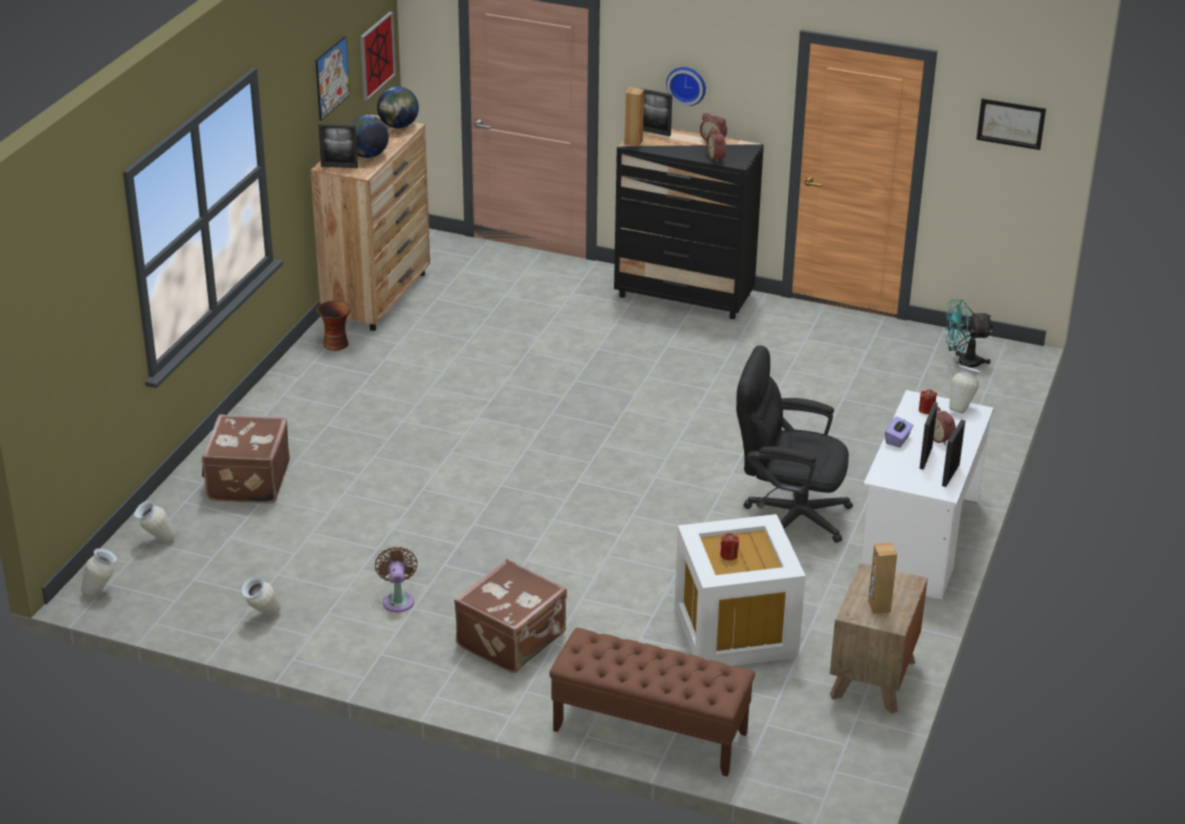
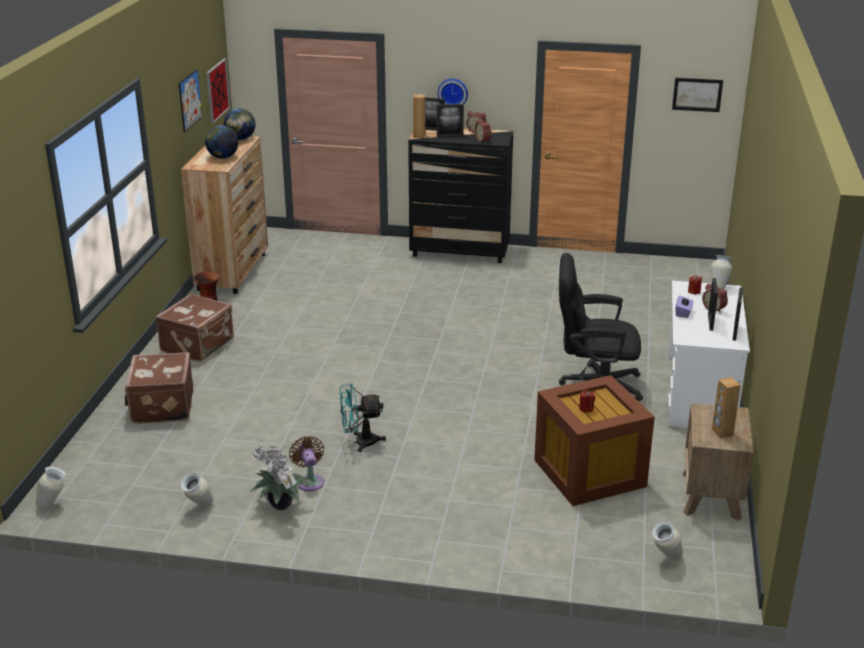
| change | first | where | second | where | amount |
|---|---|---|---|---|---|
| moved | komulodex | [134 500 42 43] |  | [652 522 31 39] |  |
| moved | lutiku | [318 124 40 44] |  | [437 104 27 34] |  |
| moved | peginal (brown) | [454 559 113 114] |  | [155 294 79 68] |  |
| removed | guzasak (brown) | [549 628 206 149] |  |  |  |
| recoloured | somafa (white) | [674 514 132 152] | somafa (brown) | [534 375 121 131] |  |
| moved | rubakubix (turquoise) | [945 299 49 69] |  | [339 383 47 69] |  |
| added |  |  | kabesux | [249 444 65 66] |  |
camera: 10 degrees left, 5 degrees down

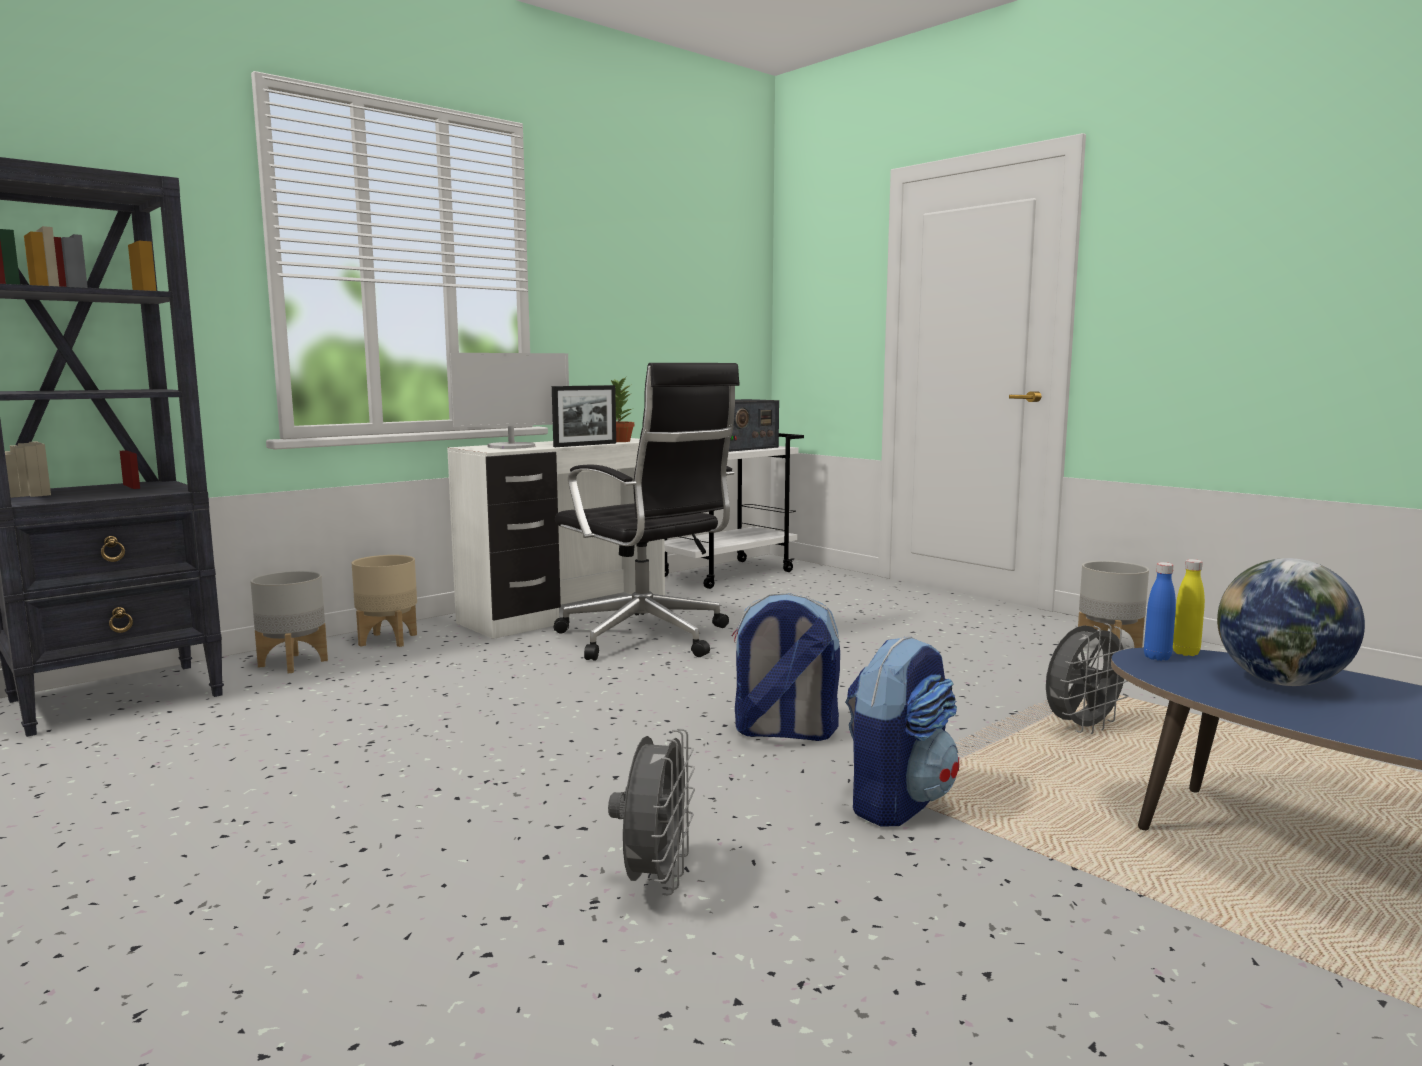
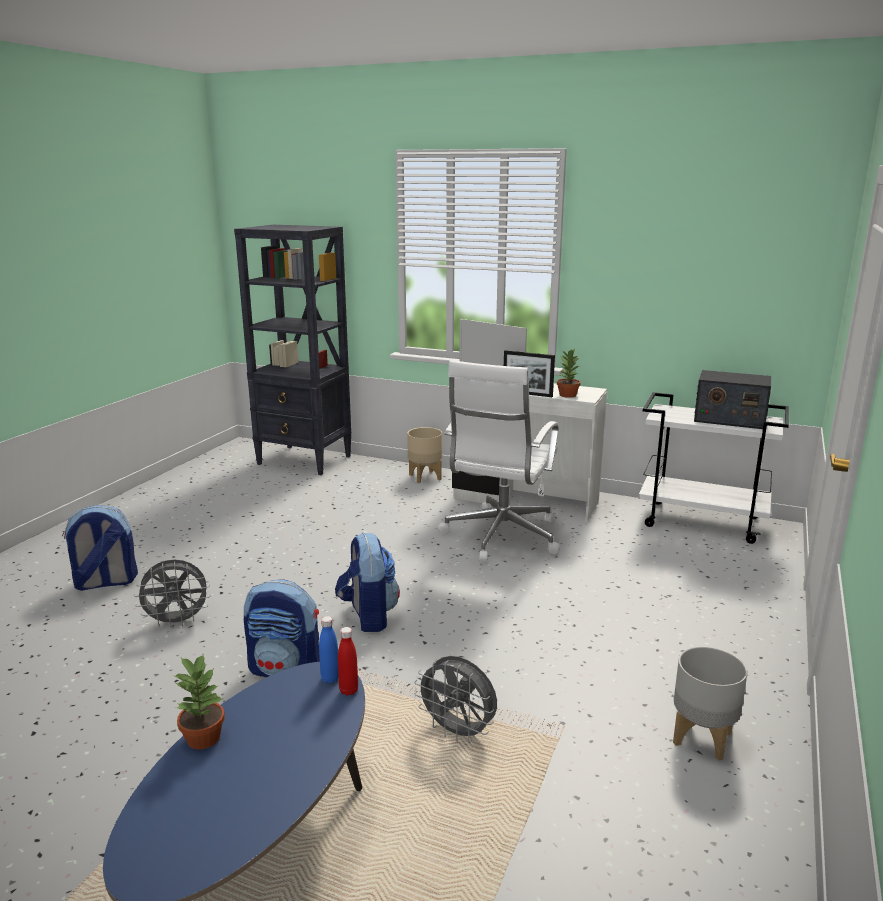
| change | first | where | second | where | amount |
|---|---|---|---|---|---|
| removed | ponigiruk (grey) | [250 571 78 102] |  |  |  |
| recoloured | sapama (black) | [554 363 186 298] | sapama (white) | [438 360 122 202] |  |
| recoloured | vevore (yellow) | [1173 559 32 97] | vevore (red) | [338 627 20 69] |  |
| removed | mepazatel | [1217 558 148 128] |  |  |  |
| added |  |  | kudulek | [62 505 76 86] |  |
| added |  |  | kabesux | [174 653 51 97] |  |
camera: 65 degrees right, 10 degrees up

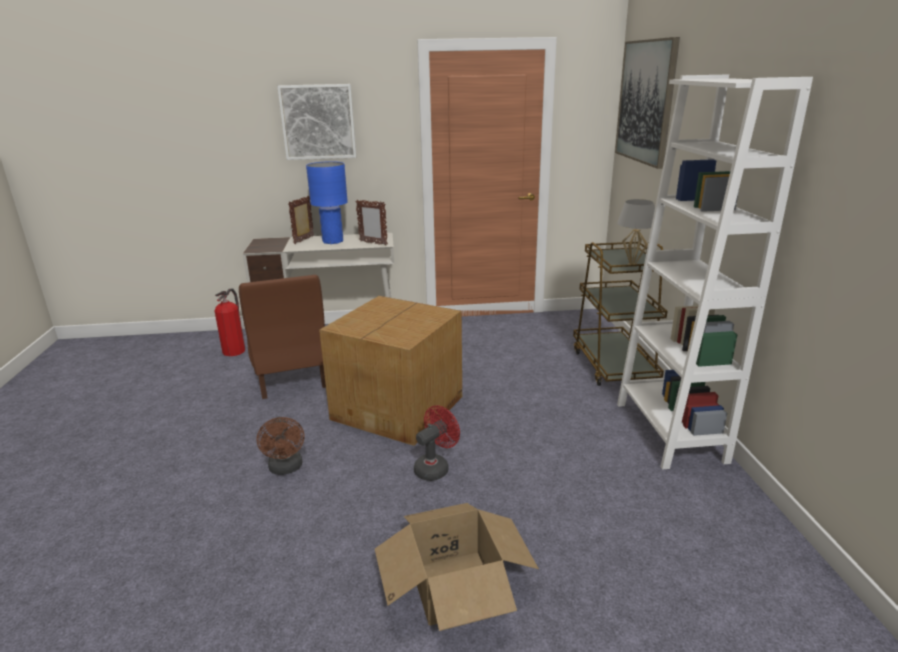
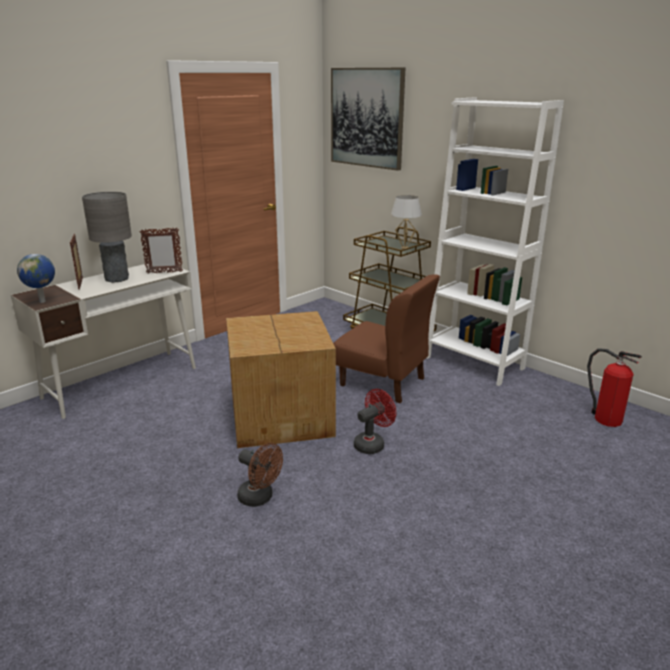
| change | first | where | second | where | amount |
|---|---|---|---|---|---|
| moved | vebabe | [215 288 30 68] |  | [587 348 55 79] |  |
| moved | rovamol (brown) | [239 275 87 124] |  | [333 274 107 129] |  |
| removed | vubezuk | [277 84 79 76] |  |  |  |
| recoloured | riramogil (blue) | [306 161 42 83] | riramogil (grey) | [82 192 50 91] |  |
| removed | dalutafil | [375 503 164 128] |  |  |  |
| turned | rubakubix (red) | [414 405 46 76] |  | [354 389 42 65] | 45 degrees clockwise |
| added |  |  | mepazatel | [17 254 38 49] |  |
camera: 40 degrees left, 0 degrees up

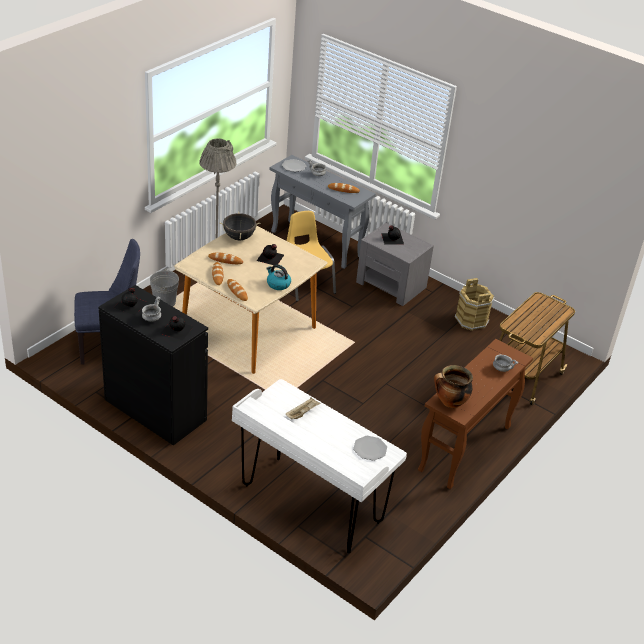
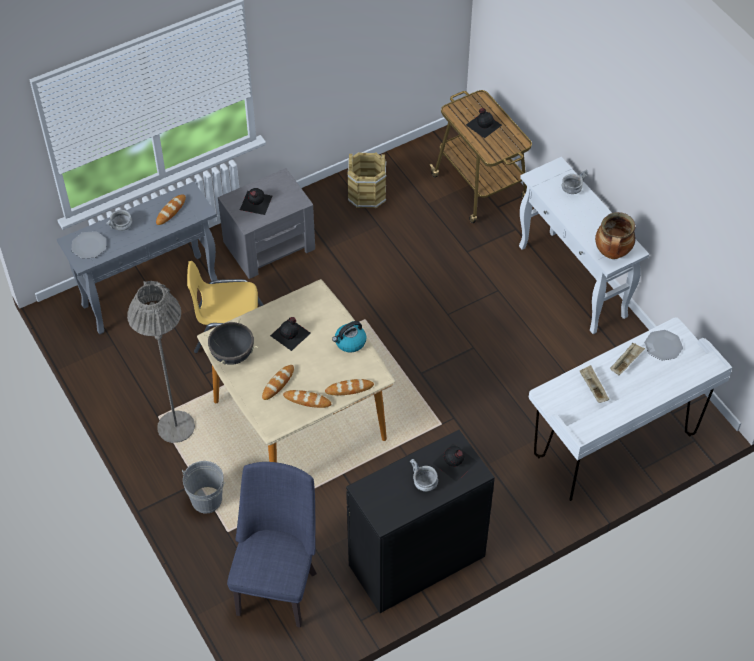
| change | first | where | second | where | amount |
|---|---|---|---|---|---|
| moved | vevore (black) | [114 288 33 27] |  | [466 108 36 30] |  |
| recoloured | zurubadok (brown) | [418 339 115 150] | zurubadok (white) | [519 157 130 177] |  |
| added |  |  | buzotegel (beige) | [610 342 35 33] |  |
camera: 65 degrees left, 15 degrees up

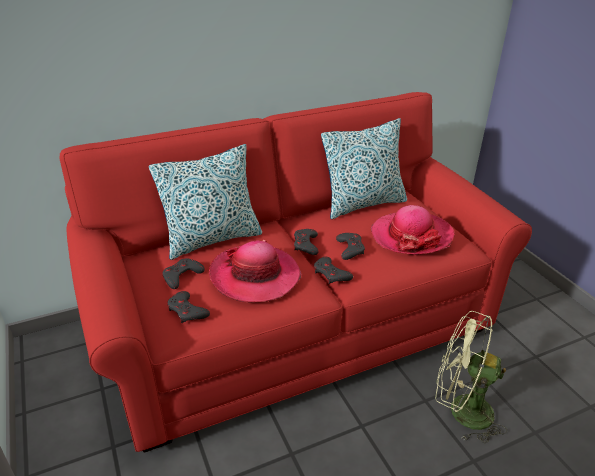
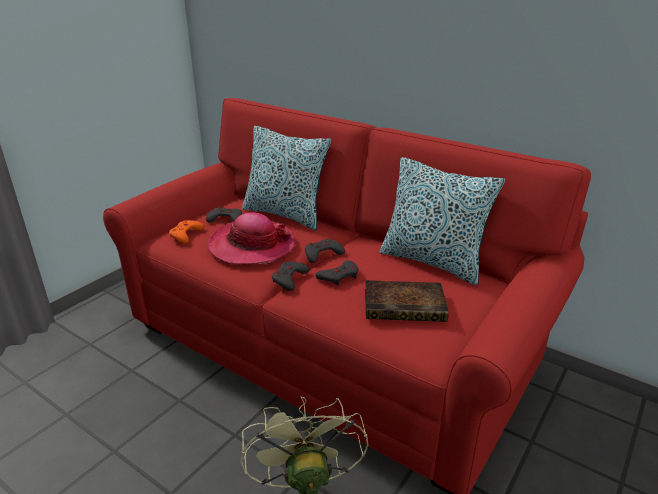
| change | first | where | second | where | amount |
|---|---|---|---|---|---|
| recoloured | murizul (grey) | [167 291 43 32] | murizul (orange) | [169 220 36 24] |  |
| replaced | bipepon | [371 205 84 50] | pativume | [365 280 84 42] |  |
camera: 60 degrees right, 5 degrees down

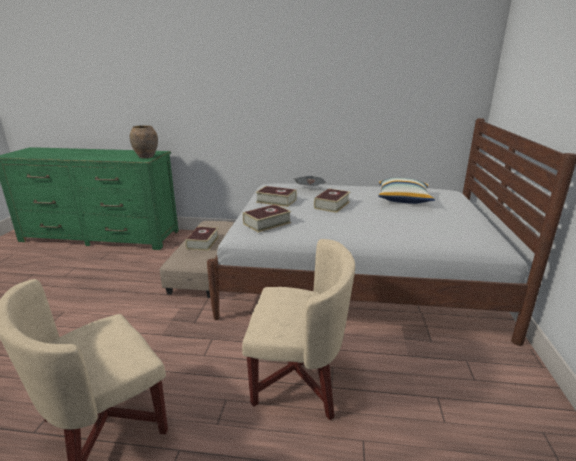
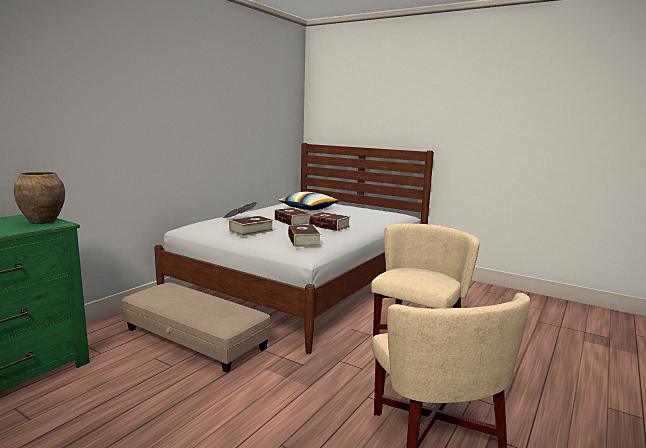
| change | first | where | second | where | amount |
|---|---|---|---|---|---|
| moved | pativume | [185 226 34 25] |  | [309 212 41 19] |  |
camera: 65 degrees left, 10 degrees down

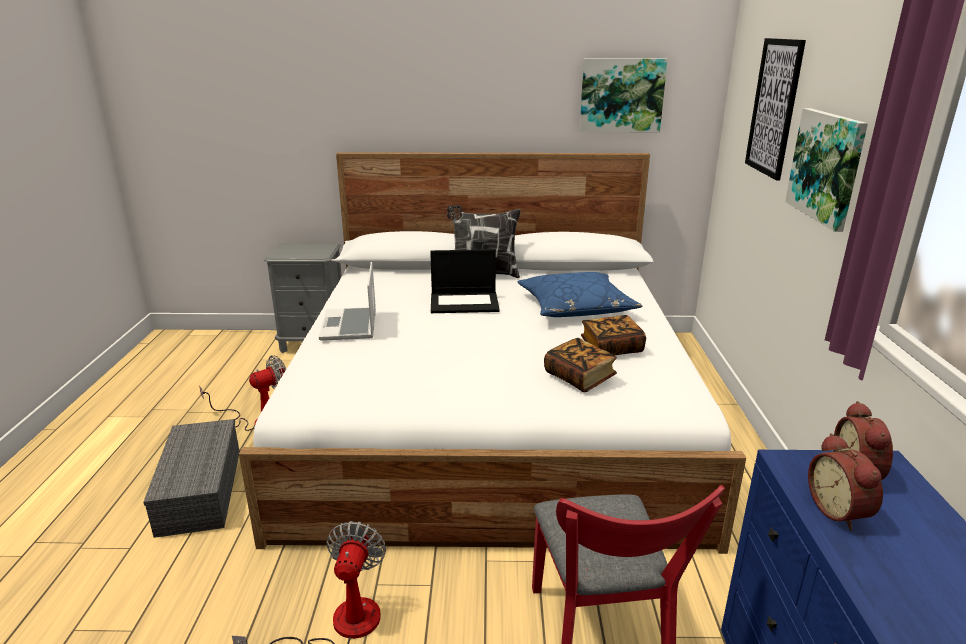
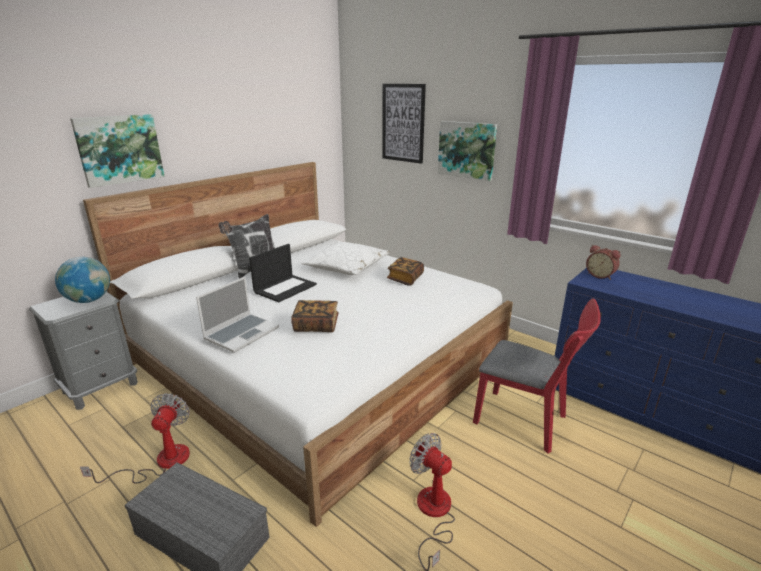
| change | first | where | second | where | amount |
|---|---|---|---|---|---|
| turned | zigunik | [319 262 57 79] |  | [196 277 83 76] | 90 degrees counterclockwise |
| recoloured | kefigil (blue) | [517 272 126 45] | kefigil (white) | [301 242 89 33] |  |
| moved | pativume | [544 338 73 54] |  | [291 300 47 32] |  |
| moved | vubezuk | [580 59 88 73] |  | [70 114 95 74] |  |
| removed | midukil | [808 433 75 97] |  |  |  |
| added |  |  | mepazatel | [55 257 55 46] |  |
camera: 50 degrees left, 0 degrees up

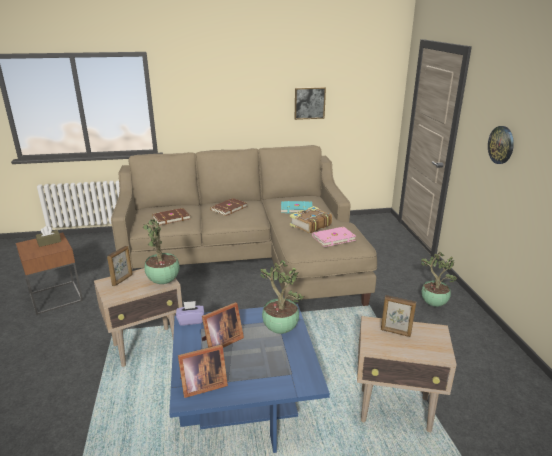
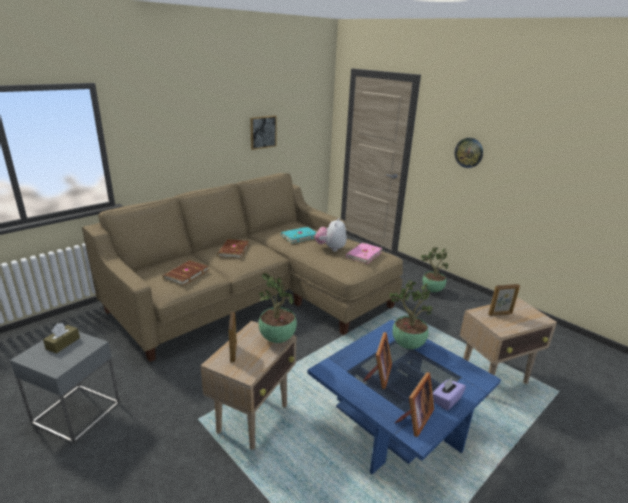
| change | first | where | second | where | amount |
|---|---|---|---|---|---|
| recoloured | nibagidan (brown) | [16 232 67 83] | nibagidan (grey) | [10 332 110 111] |  |
| moved | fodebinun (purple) | [176 301 28 25] |  | [433 378 33 33] |  |
| replaced | pativume | [290 206 42 27] | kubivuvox | [315 218 31 34] |  |
camera: 35 degrees left, 0 degrees up

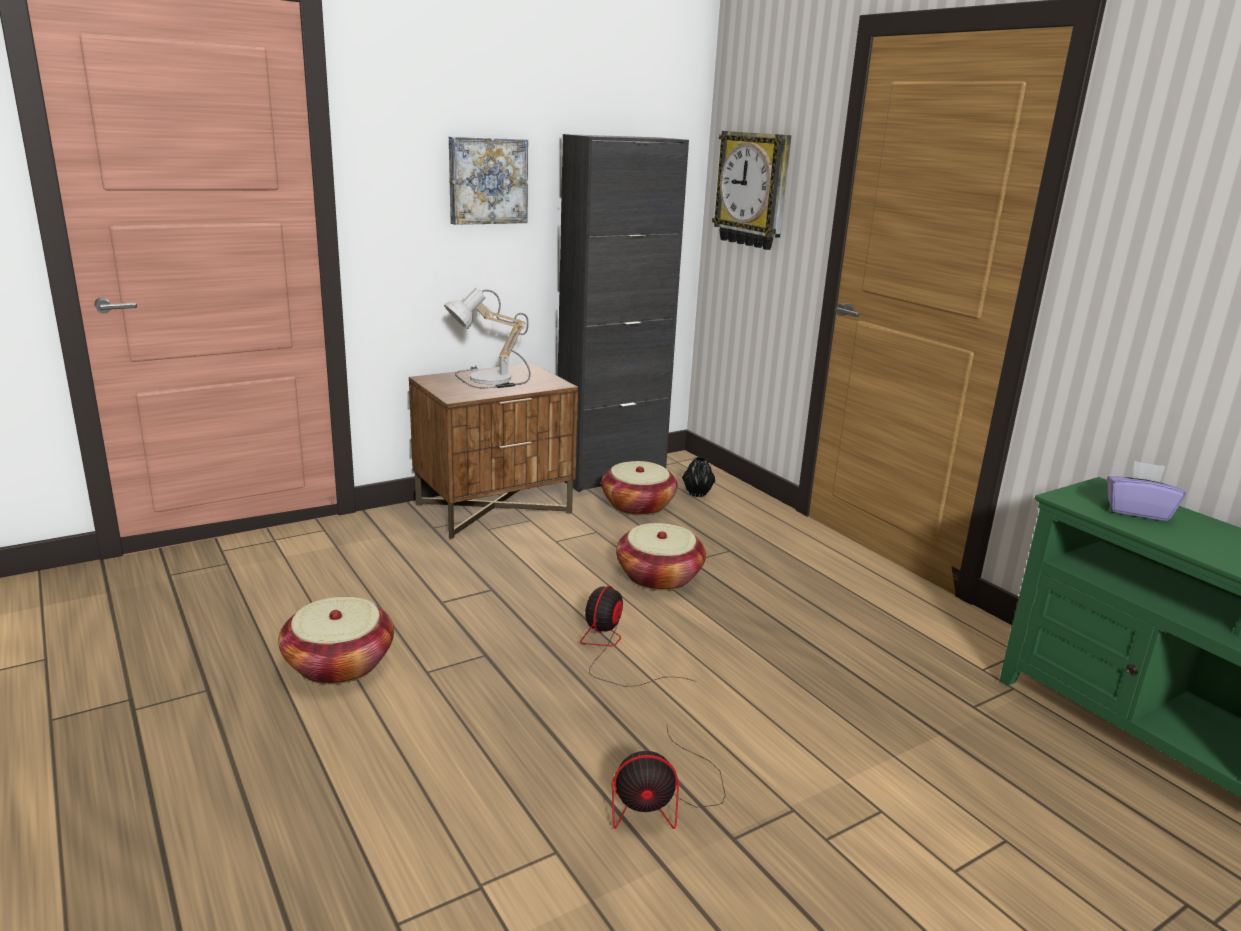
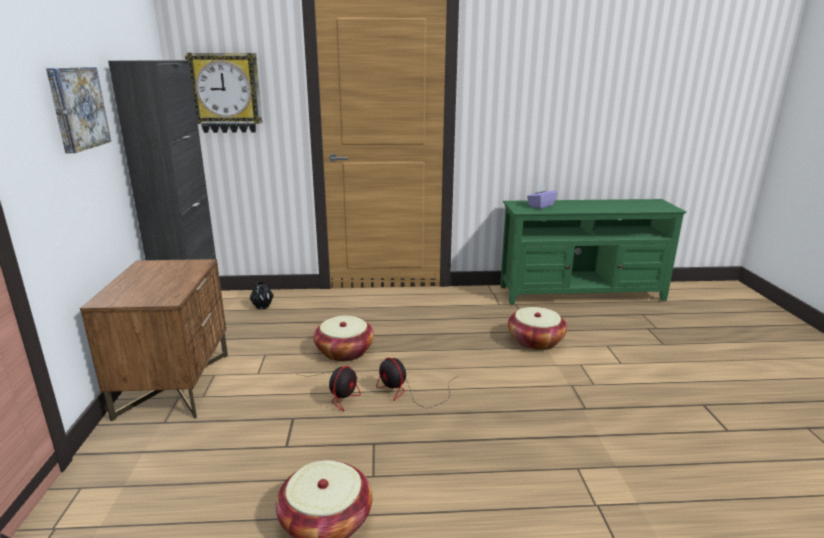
| change | first | where | second | where | amount |
|---|---|---|---|---|---|
| removed | riramogil | [444 288 87 100] |  |  |  |
| moved | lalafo | [601 461 77 55] |  | [508 307 59 43] |  |
| moved | rubakubix | [612 727 114 102] |  | [298 366 63 45] |  |
camera: 60 degrees left, 0 degrees up

